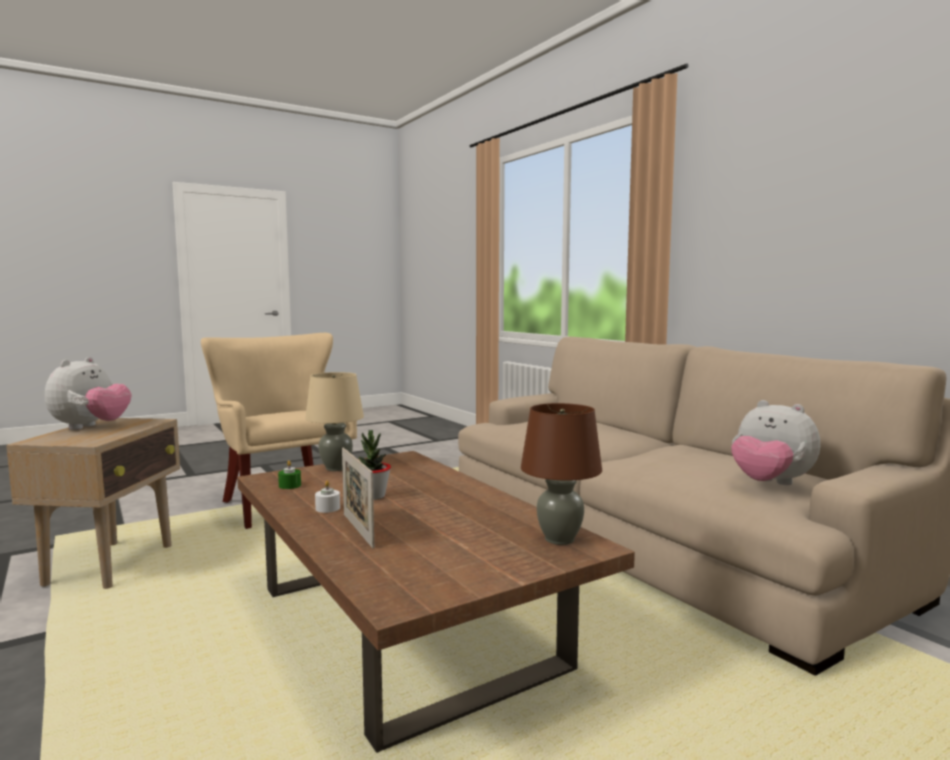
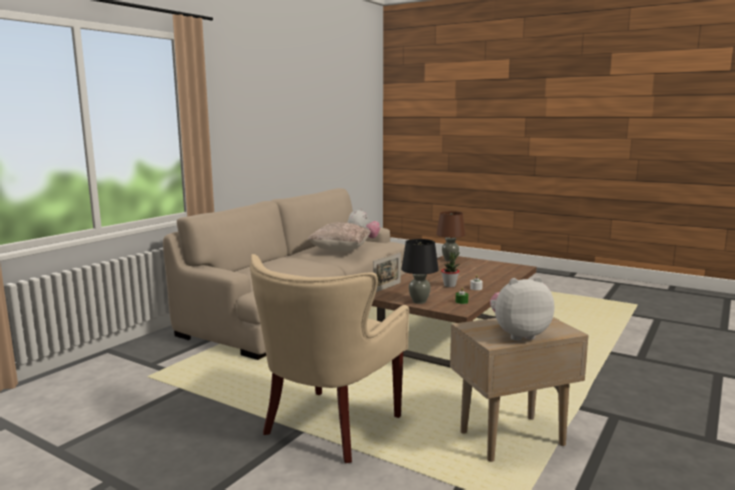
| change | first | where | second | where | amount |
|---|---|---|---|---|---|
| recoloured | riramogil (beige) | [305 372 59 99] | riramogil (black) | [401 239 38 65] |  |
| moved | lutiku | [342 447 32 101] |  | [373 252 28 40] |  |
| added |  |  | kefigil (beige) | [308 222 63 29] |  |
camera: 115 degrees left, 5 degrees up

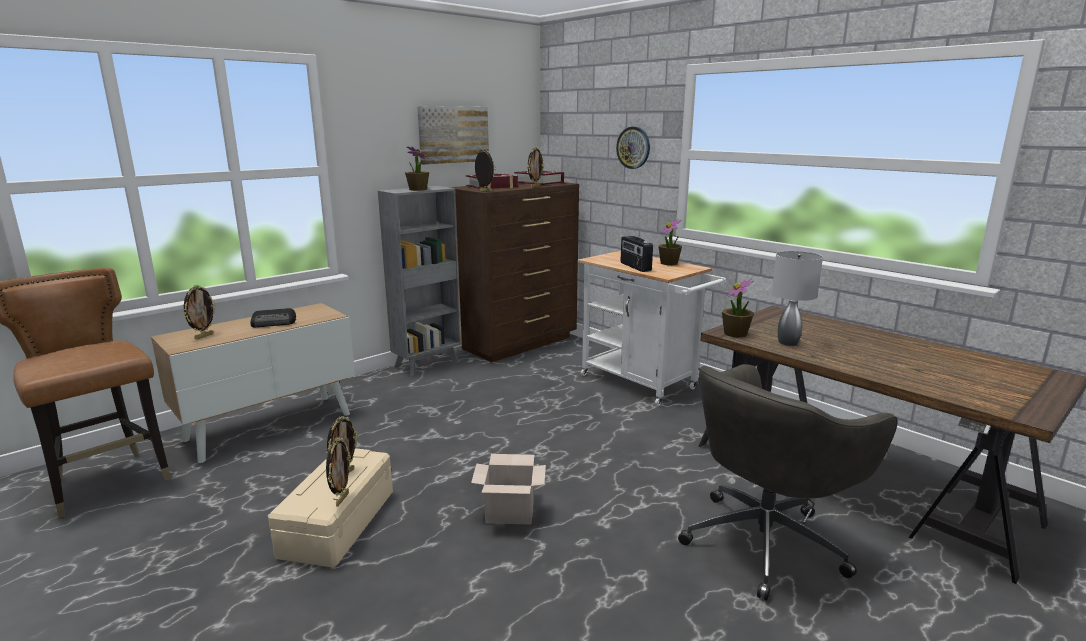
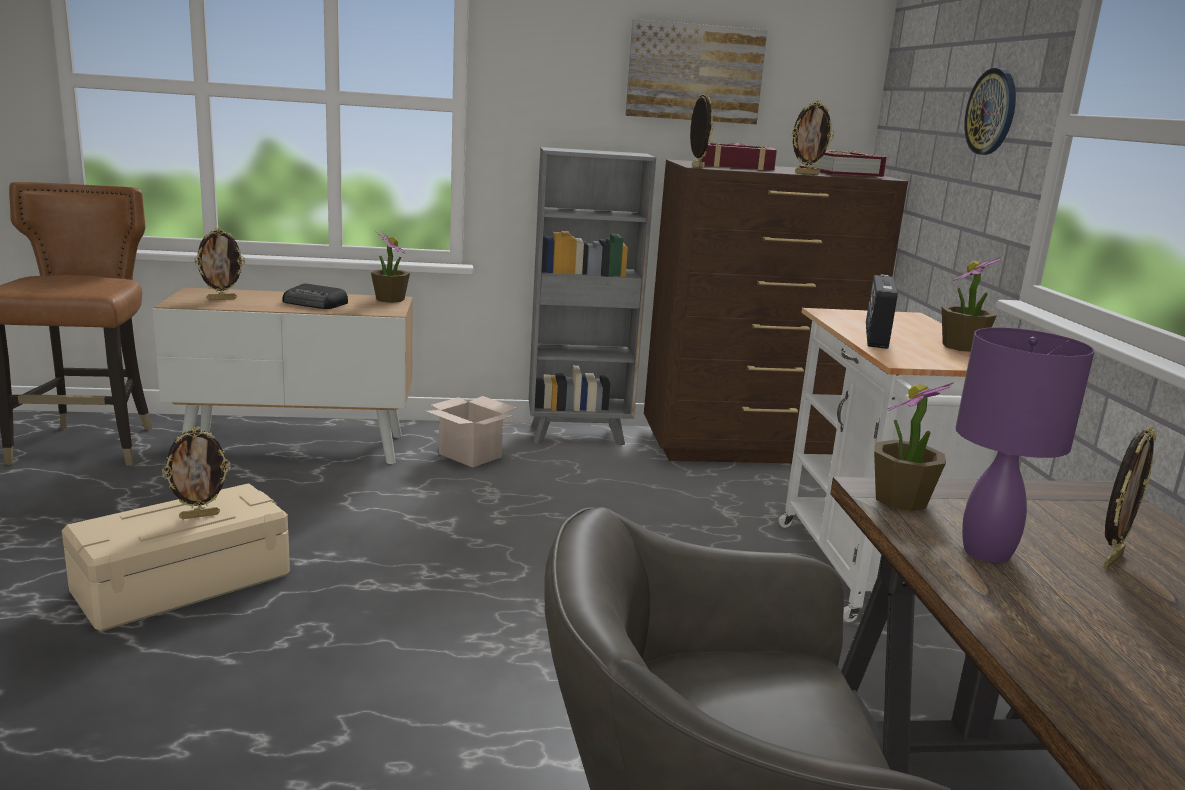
| change | first | where | second | where | amount |
|---|---|---|---|---|---|
| moved | lutiku | [326 437 25 70] |  | [1103 426 54 143] |  |
| moved | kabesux | [405 146 24 45] |  | [371 232 39 71] |  |
| moved | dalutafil | [471 454 75 71] |  | [425 396 92 72] |  |
| recoloured | riramogil (grey) | [772 251 51 95] | riramogil (purple) | [955 327 140 236] |  |
camera: 35 degrees right, 0 degrees up

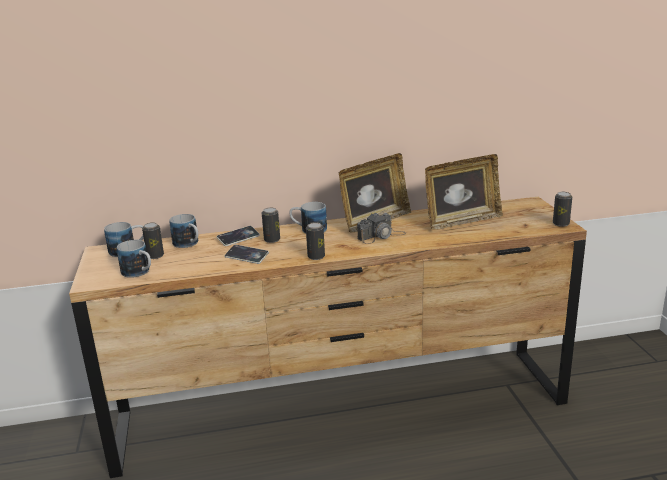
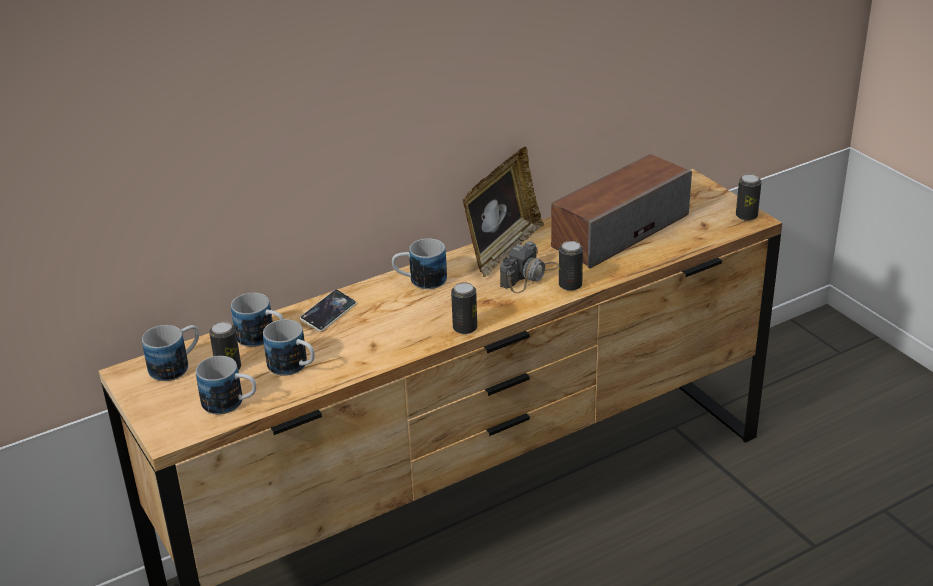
| change | first | where | second | where | amount |
|---|---|---|---|---|---|
| removed | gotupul | [225 245 44 19] |  |  |  |
| moved | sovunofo | [262 207 18 36] |  | [559 241 24 50] |  |
| replaced | lutiku | [425 154 78 76] | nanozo | [551 154 141 115] |  |
| added |  |  | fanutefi | [263 319 52 57] |  |
camera: 20 degrees left, 10 degrees up

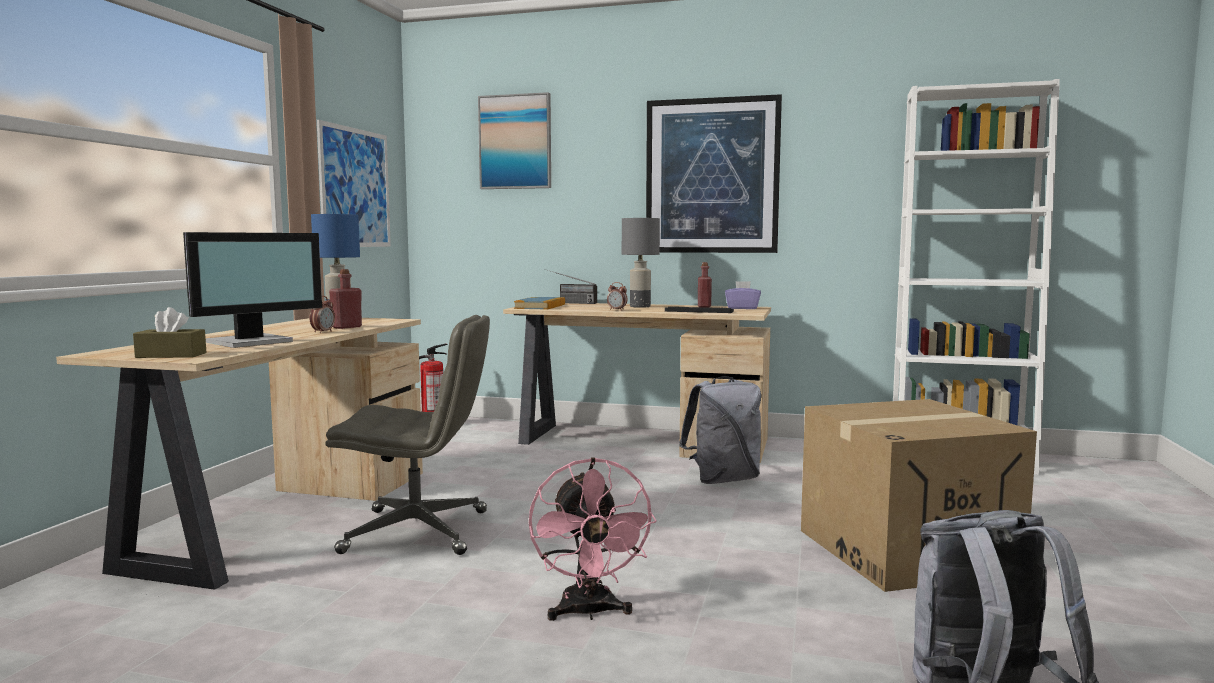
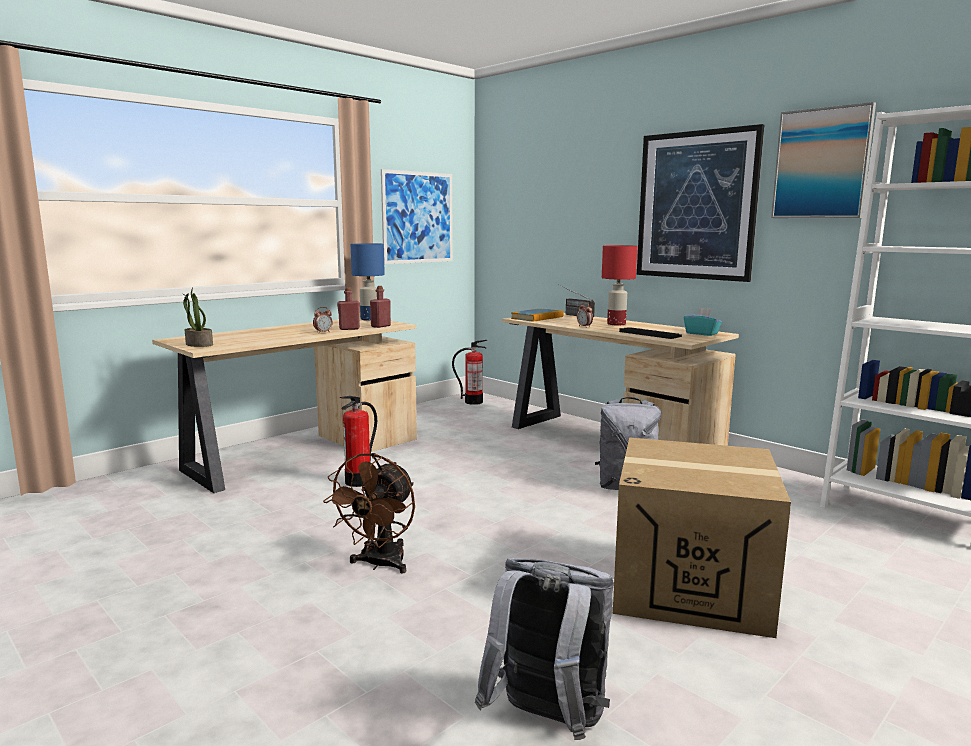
| change | first | where | second | where | amount |
|---|---|---|---|---|---|
| replaced | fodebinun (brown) | [133 307 73 51] | kabesux | [183 287 30 60] |  |
| removed | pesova | [183 232 139 116] |  |  |  |
| replaced | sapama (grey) | [325 315 165 240] | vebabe | [340 396 37 91] |  |
| moved | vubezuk | [478 92 73 97] |  | [771 102 105 116] |  |
| recoloured | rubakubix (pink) | [529 457 128 164] | rubakubix (brown) | [323 453 92 121] |  |
| recoloured | riramogil (grey) | [622 218 38 90] | riramogil (red) | [602 245 36 80] |  |
| moved | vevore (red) | [698 262 14 46] |  | [370 286 21 42] |  |
| recoloured | fodebinun (purple) | [725 281 36 28] | fodebinun (turquoise) | [684 308 38 28] |  |
camera: 30 degrees right, 5 degrees up

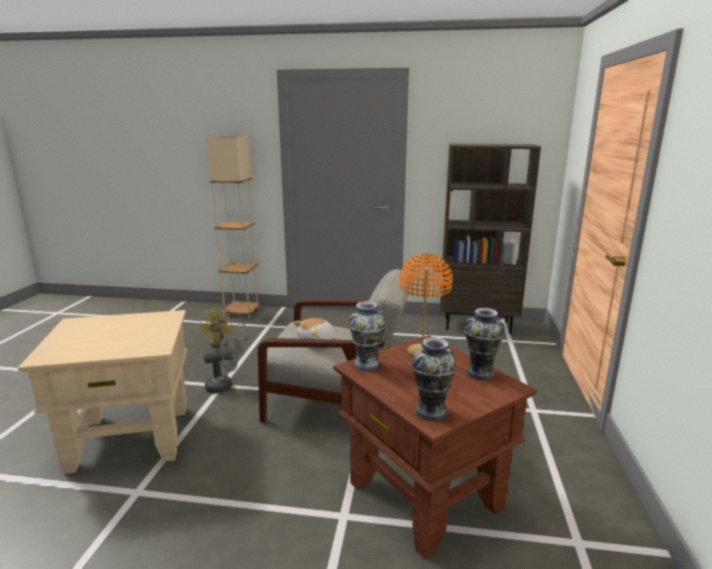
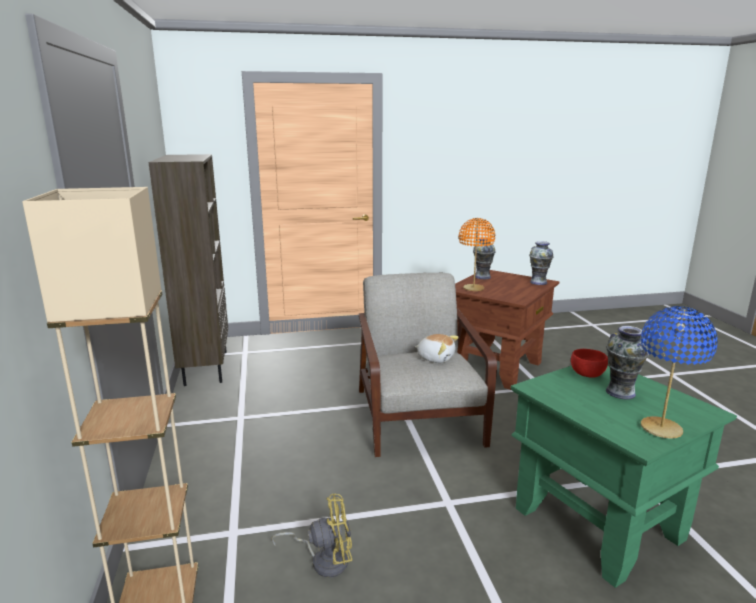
| change | first | where | second | where | amount |
|---|---|---|---|---|---|
| recoloured | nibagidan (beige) | [18 310 169 164] | nibagidan (green) | [511 362 226 226] |  |
| removed | rubakubix (grey) | [203 337 35 56] |  |  |  |
| moved | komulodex | [349 301 37 70] |  | [606 326 43 73] |  |
| added |  |  | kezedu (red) | [571 349 37 29] |  |
| added |  |  | riramogil (blue) | [641 306 77 133] |  |
camera: 110 degrees left, 0 degrees up

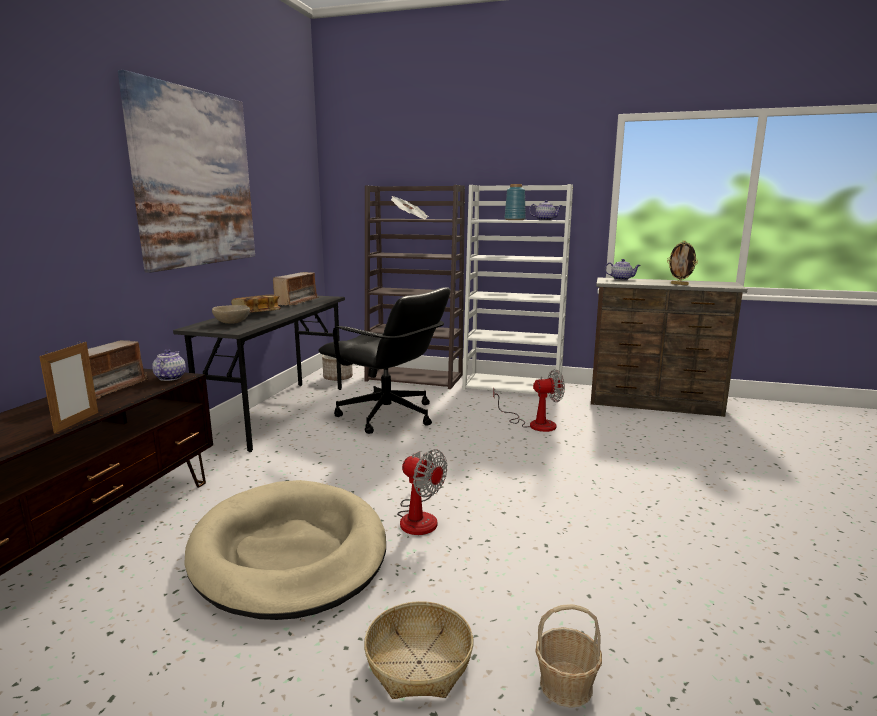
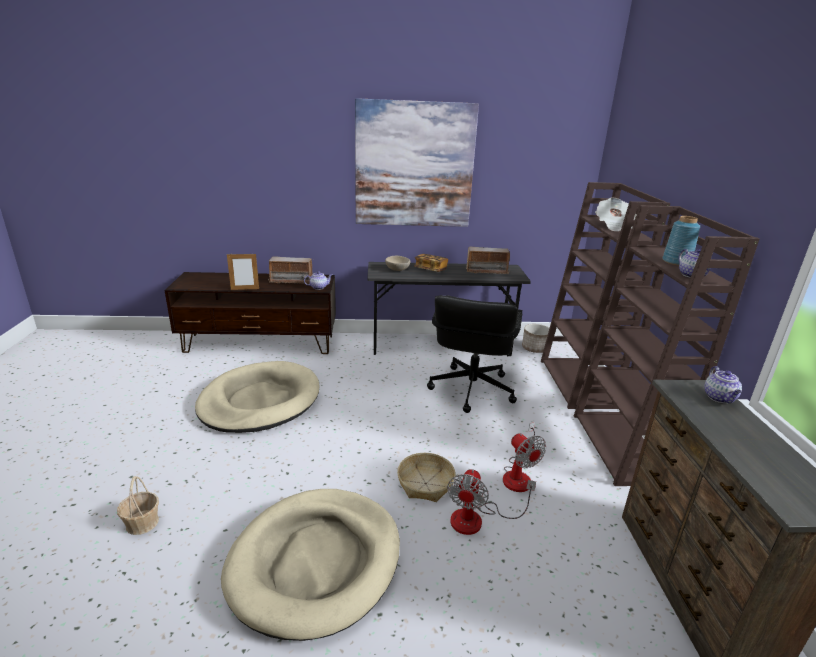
| change | first | where | second | where | amount |
|---|---|---|---|---|---|
| moved | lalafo | [364 601 109 98] |  | [397 453 59 49] |  |
| moved | rubakubix | [397 449 50 86] |  | [447 469 89 66] |  |
| recoloured | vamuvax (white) | [462 184 111 215] | vamuvax (brown) | [574 205 185 281] |  |
| removed | lutiku | [667 241 31 44] |  |  |  |
| added |  |  | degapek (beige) | [221 489 179 152] |  |
camera: 70 degrees right, 10 degrees up

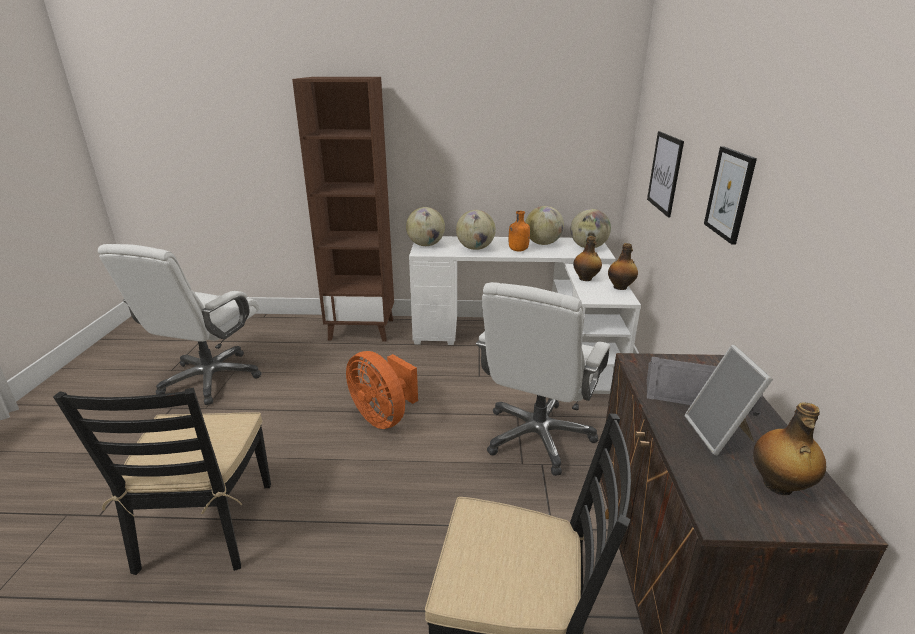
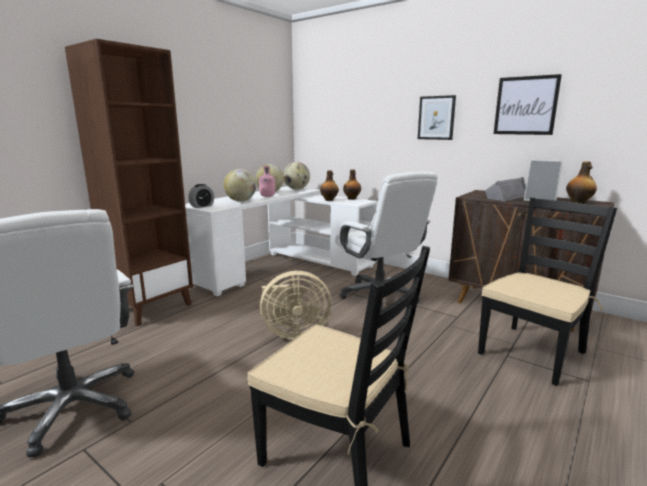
| change | first | where | second | where | amount |
|---|---|---|---|---|---|
| recoloured | rubakubix (orange) | [346 351 72 78] | rubakubix (beige) | [260 271 72 68] |  |
| replaced | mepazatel | [406 207 39 39] | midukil | [188 184 26 24] |  |
| recoloured | vevore (orange) | [509 211 21 40] | vevore (pink) | [259 166 16 31] |  |
| moved | vubezuk | [647 131 37 86] |  | [494 74 68 61] |  |
camera: 55 degrees left, 10 degrees down

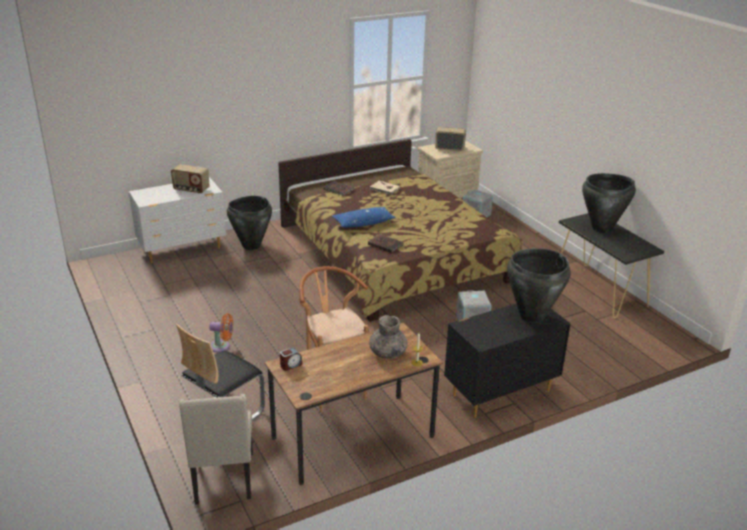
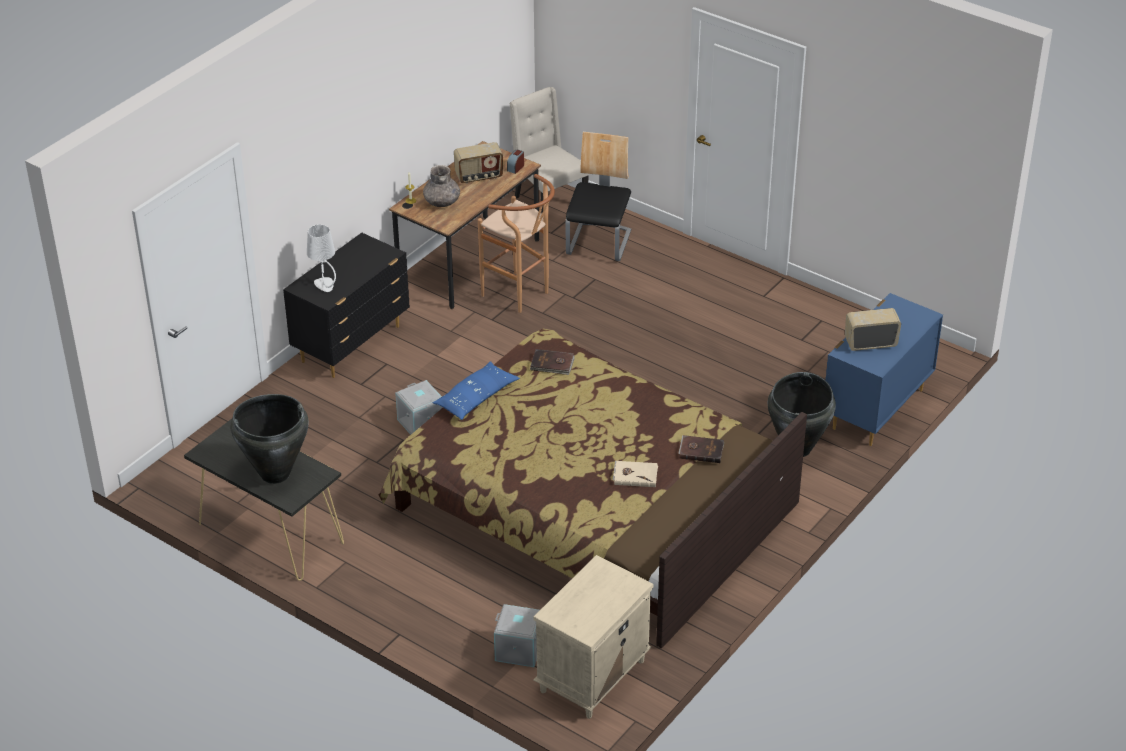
| change | first | where | second | where | amount |
|---|---|---|---|---|---|
| recoloured | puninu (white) | [129 177 97 86] | puninu (blue) | [825 293 118 153] |  |
| removed | rubakubix (orange) | [209 313 24 40] |  |  |  |
| moved | kefigil (blue) | [332 207 64 21] |  | [433 361 87 59] |  |
| moved | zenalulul | [435 127 31 24] |  | [454 142 49 42] |  |
| replaced | komulodex (black) | [507 248 64 75] | riramogil (white) | [307 225 29 67] |  |
camera: 155 degrees right, 10 degrees up

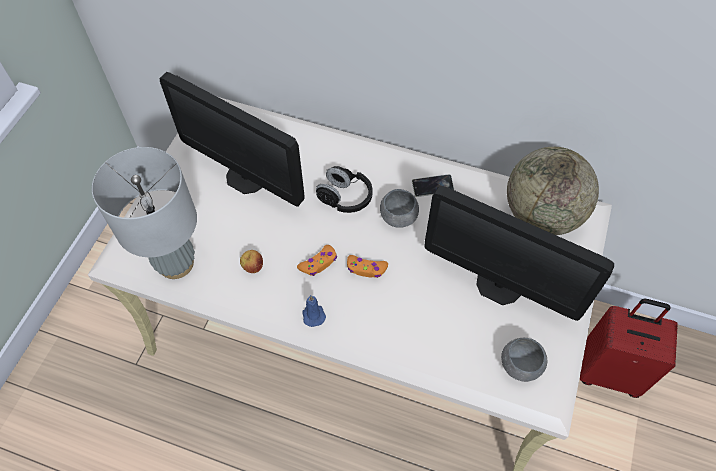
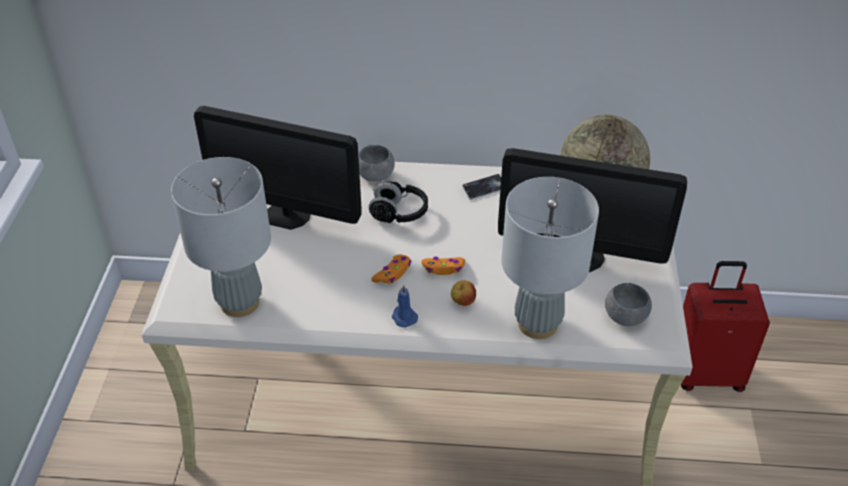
| change | first | where | second | where | amount |
|---|---|---|---|---|---|
| moved | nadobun | [240 250 23 23] |  | [451 280 25 26] |  |
| moved | kezedu (grey) | [380 189 39 39] |  | [358 145 37 36] |  |
| added |  |  | riramogil (grey) | [501 177 98 162] |  |
camera: 15 degrees left, 15 degrees down

